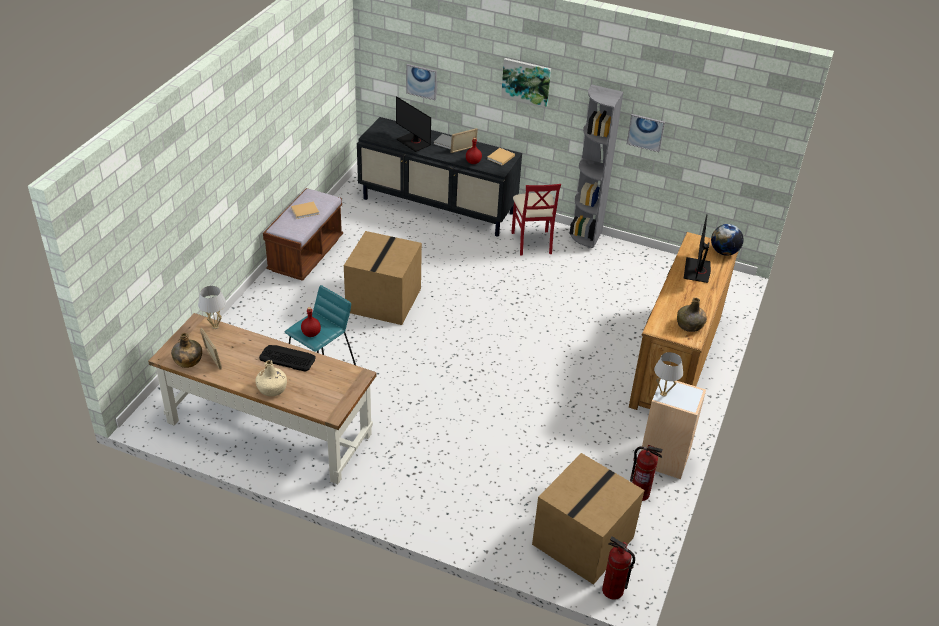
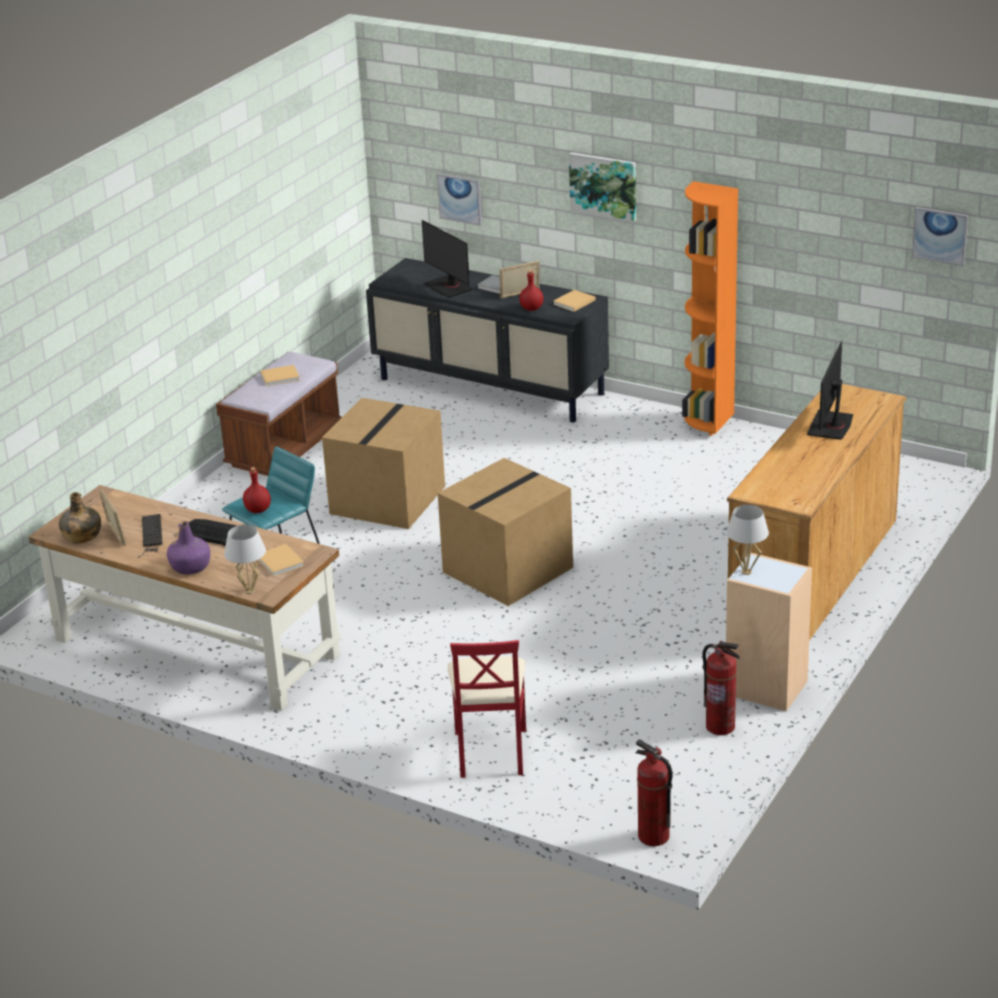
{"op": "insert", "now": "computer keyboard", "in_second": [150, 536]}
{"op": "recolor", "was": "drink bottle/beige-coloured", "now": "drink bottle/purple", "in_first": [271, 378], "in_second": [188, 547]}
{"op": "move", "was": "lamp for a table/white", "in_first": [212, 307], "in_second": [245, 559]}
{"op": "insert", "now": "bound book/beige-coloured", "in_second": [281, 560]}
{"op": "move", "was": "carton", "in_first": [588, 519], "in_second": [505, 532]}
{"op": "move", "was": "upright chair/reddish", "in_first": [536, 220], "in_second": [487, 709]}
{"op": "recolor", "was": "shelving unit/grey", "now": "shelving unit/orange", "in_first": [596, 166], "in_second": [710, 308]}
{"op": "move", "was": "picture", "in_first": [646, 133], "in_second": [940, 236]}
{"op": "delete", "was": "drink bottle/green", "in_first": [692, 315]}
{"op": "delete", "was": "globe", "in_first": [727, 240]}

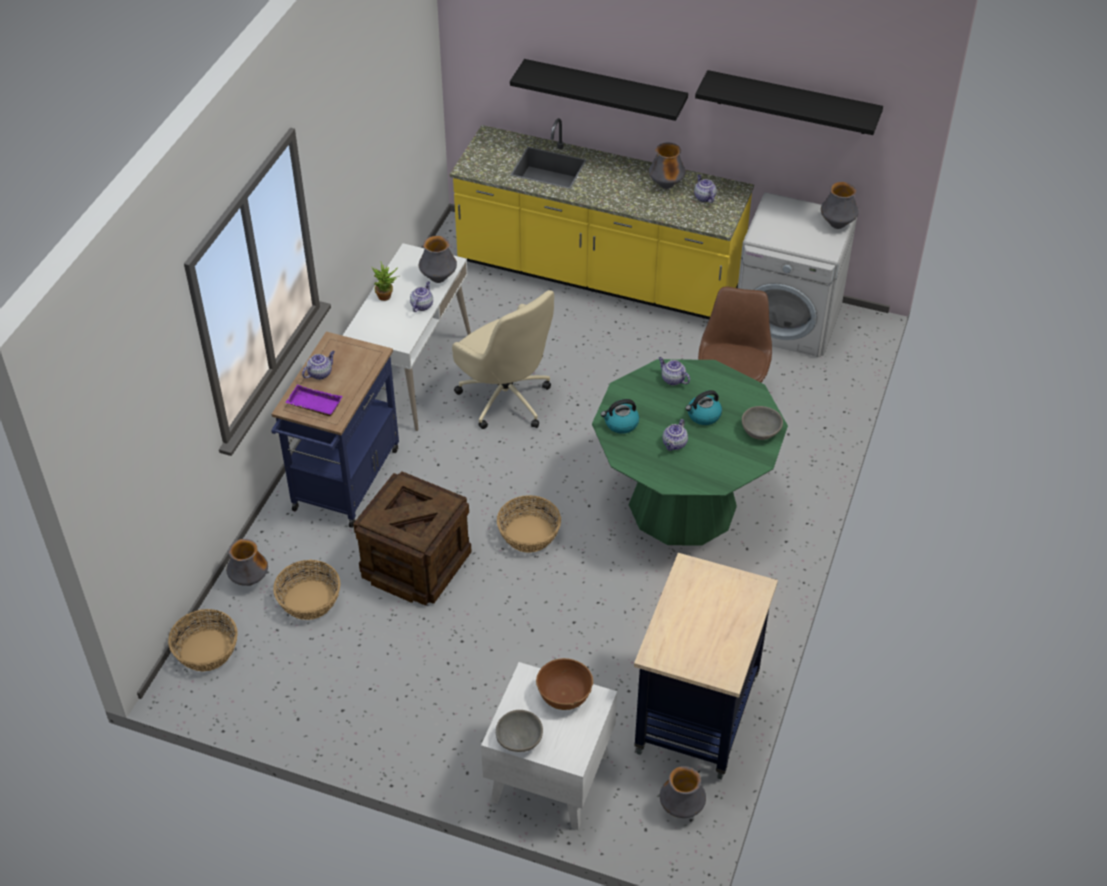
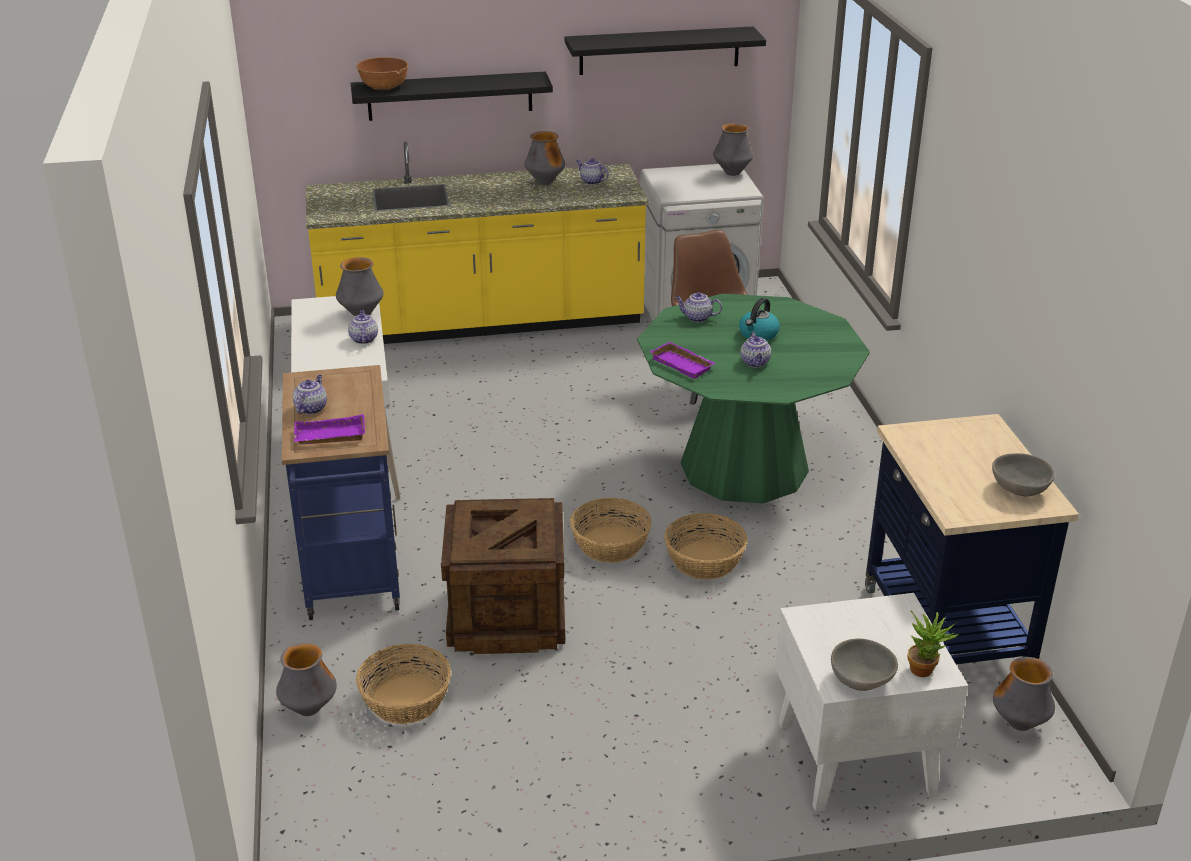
{"op": "move", "was": "bowl/brown", "in_first": [564, 684], "in_second": [382, 73]}
{"op": "replace", "was": "tea kettle", "now": "carrying tray/purple", "in_first": [620, 416], "in_second": [682, 360]}
{"op": "move", "was": "household basket", "in_first": [203, 640], "in_second": [705, 546]}
{"op": "move", "was": "plant in a pot", "in_first": [385, 281], "in_second": [933, 643]}
{"op": "move", "was": "bowl/grey", "in_first": [762, 423], "in_second": [1023, 475]}
{"op": "delete", "was": "desk chair/beige-coloured", "in_first": [503, 359]}

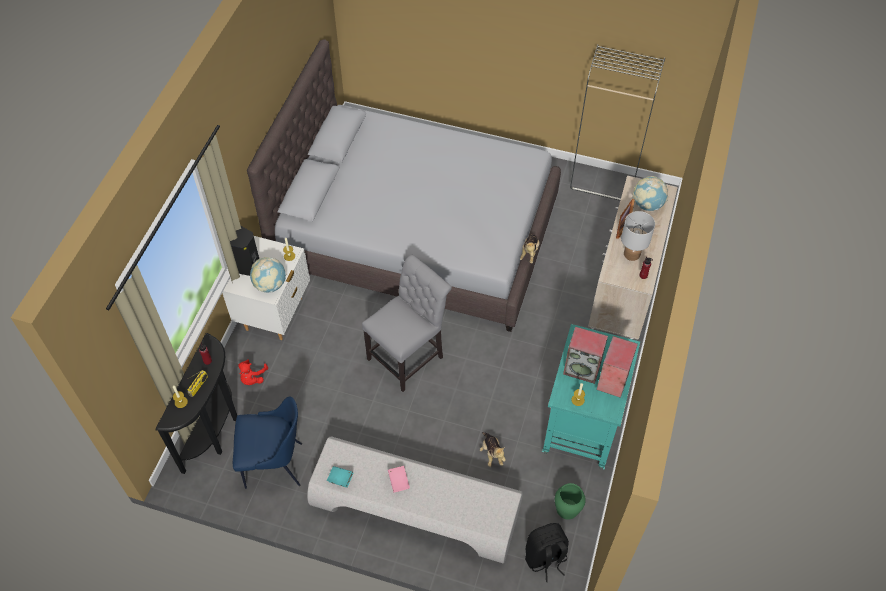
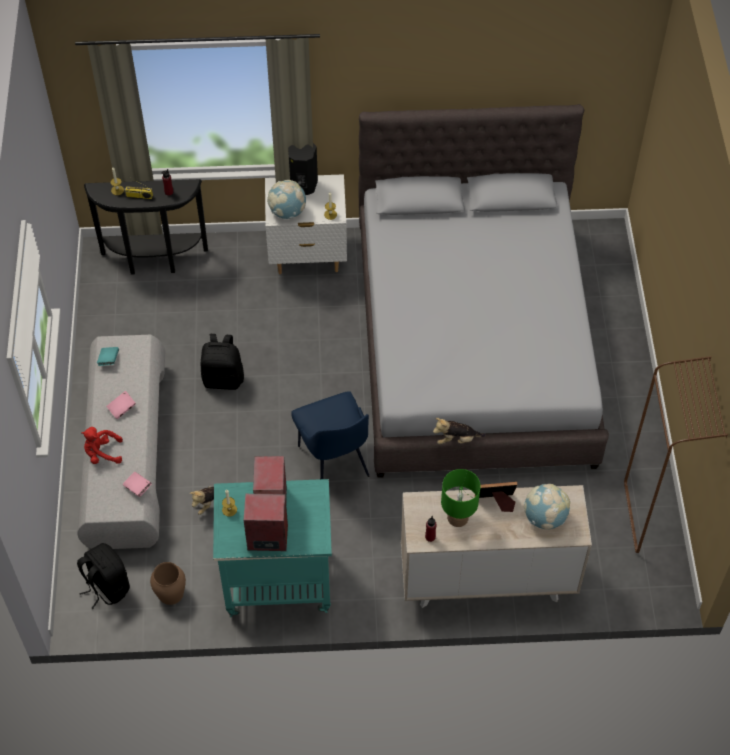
{"op": "move", "was": "soft toy/reddish", "in_first": [253, 372], "in_second": [102, 445]}
{"op": "insert", "now": "bound book/pink", "in_second": [137, 484]}
{"op": "recolor", "was": "decorative vase/green", "now": "decorative vase/brown", "in_first": [570, 501], "in_second": [168, 583]}
{"op": "insert", "now": "knapsack/black", "in_second": [222, 362]}
{"op": "move", "was": "upright chair/bluish", "in_first": [267, 443], "in_second": [330, 435]}
{"op": "recolor", "was": "lamp for a table/grey", "now": "lamp for a table/green", "in_first": [638, 236], "in_second": [461, 498]}
{"op": "recolor", "was": "garment rack/grey", "now": "garment rack/brown", "in_first": [617, 122], "in_second": [676, 454]}
{"op": "delete", "was": "upright chair/grey", "in_first": [407, 323]}

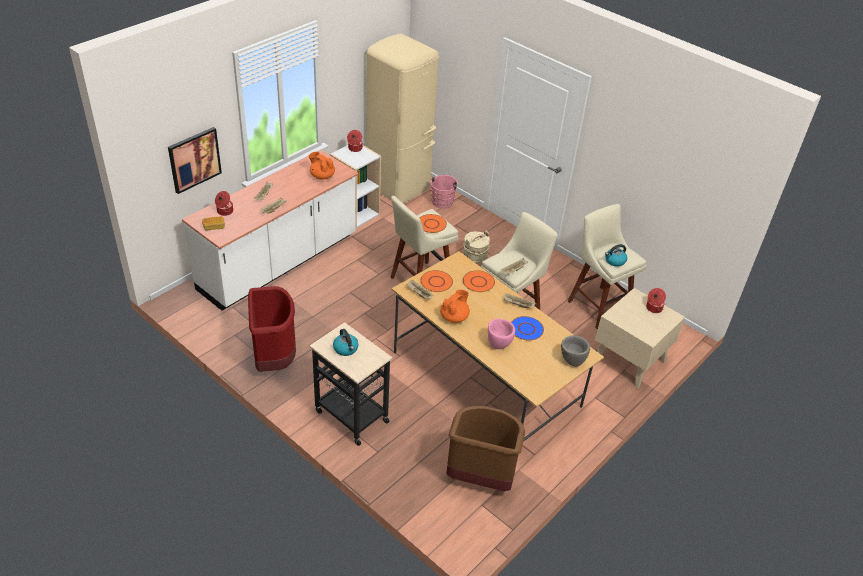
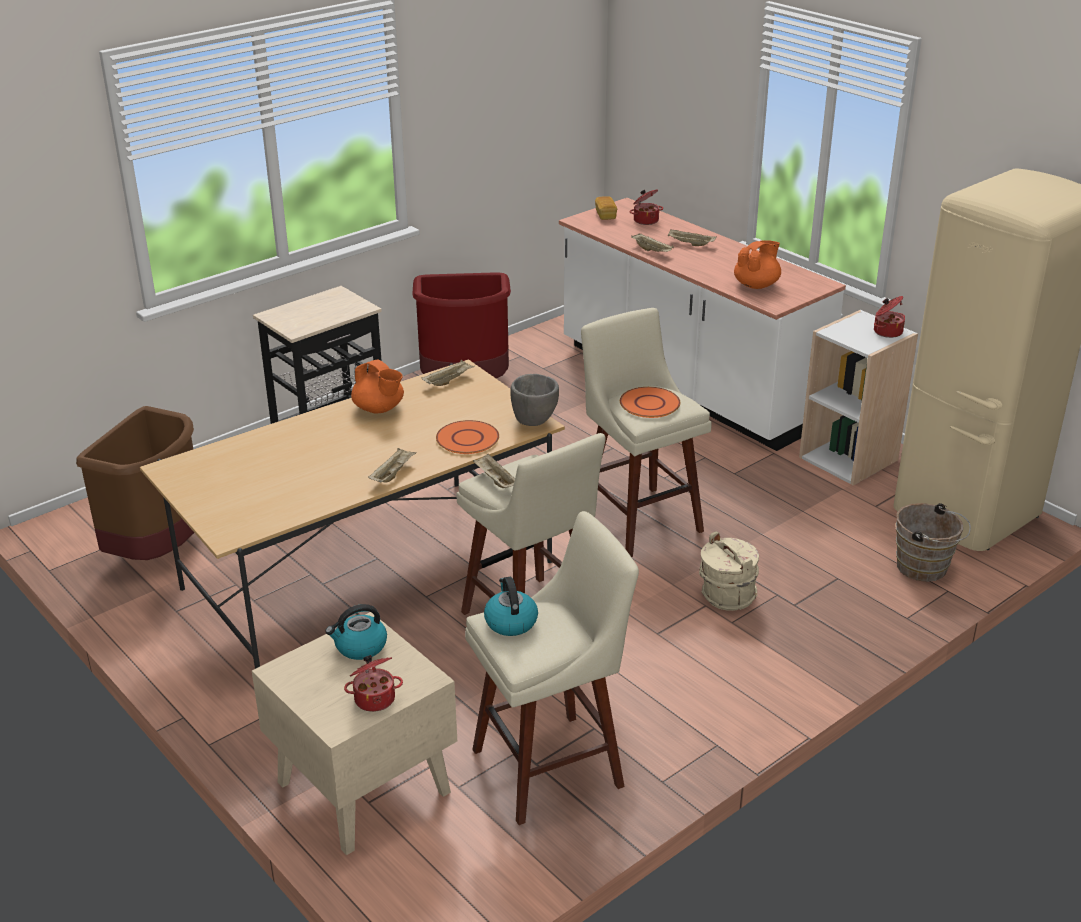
{"op": "move", "was": "tea kettle", "in_first": [346, 342], "in_second": [356, 632]}
{"op": "move", "was": "bowl/grey", "in_first": [575, 351], "in_second": [534, 400]}
{"op": "recolor", "was": "pail/pink", "now": "pail/brown", "in_first": [445, 191], "in_second": [933, 542]}
{"op": "delete", "was": "picture", "in_first": [195, 160]}
{"op": "delete", "was": "dinner plate/orange", "in_first": [436, 281]}
{"op": "delete", "was": "bowl/pink", "in_first": [501, 334]}
{"op": "delete", "was": "dinner plate/bluish", "in_first": [527, 328]}

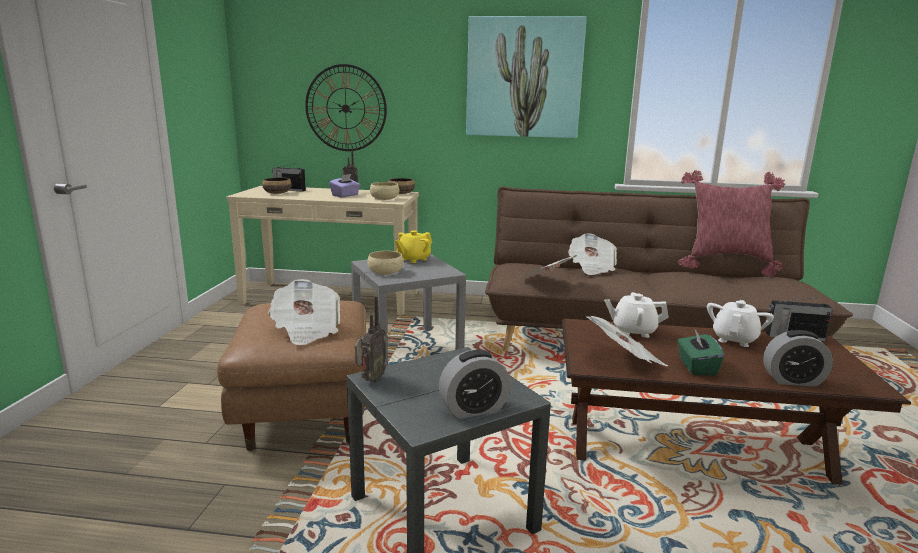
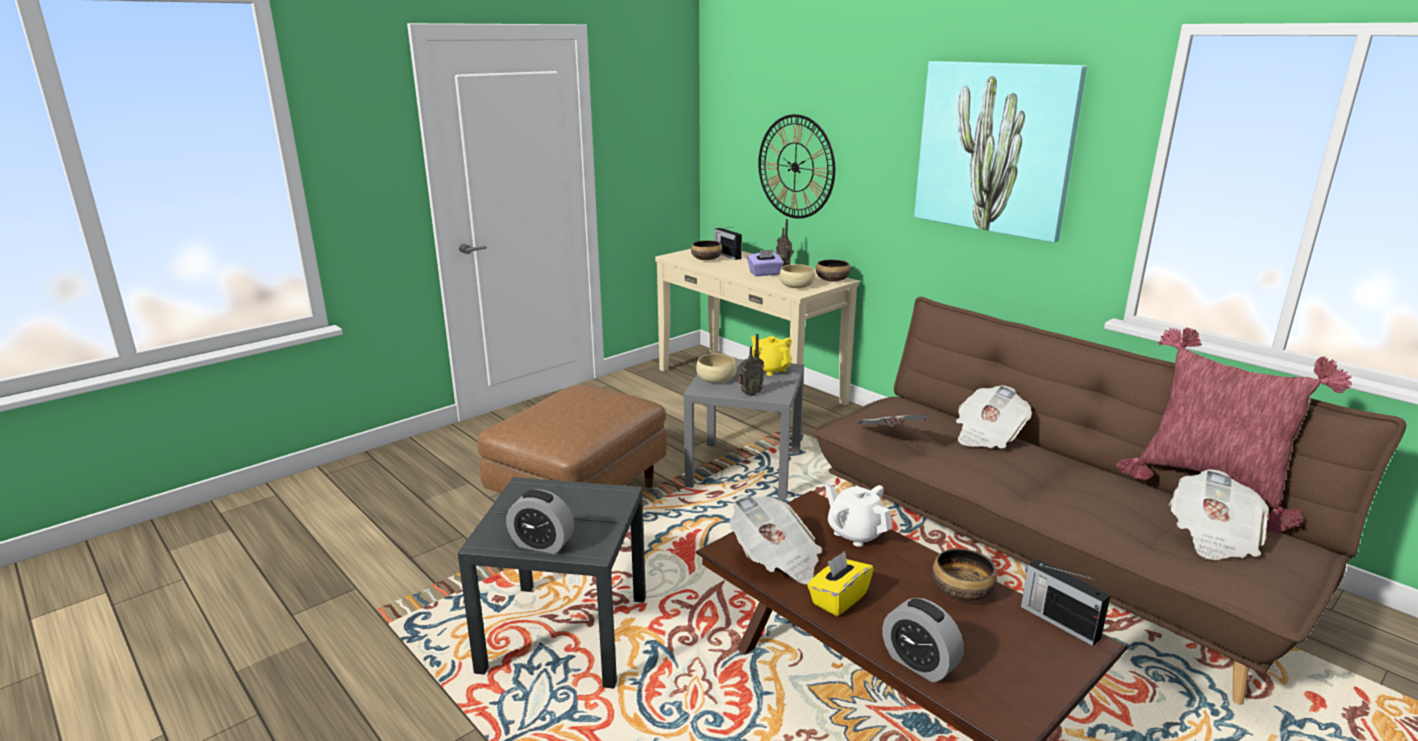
{"op": "move", "was": "radio set", "in_first": [370, 339], "in_second": [751, 365]}
{"op": "rotate", "was": "pot for tea/yellow-coloured", "in_first": [413, 246], "in_second": [771, 356], "clockwise": 60}
{"op": "recolor", "was": "tissue box/green", "now": "tissue box/yellow-coloured", "in_first": [701, 353], "in_second": [840, 583]}
{"op": "replace", "was": "pot for tea/white", "now": "bowl", "in_first": [740, 323], "in_second": [965, 574]}
{"op": "move", "was": "newspaper", "in_first": [304, 312], "in_second": [1219, 514]}

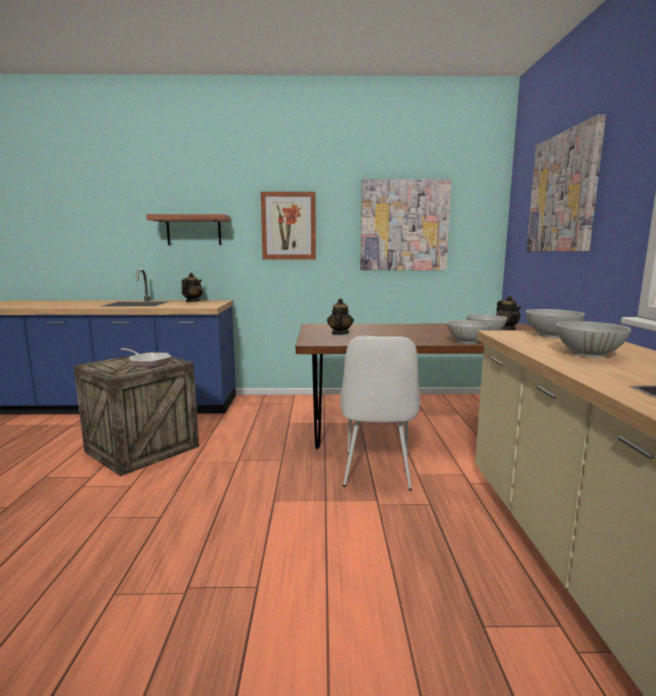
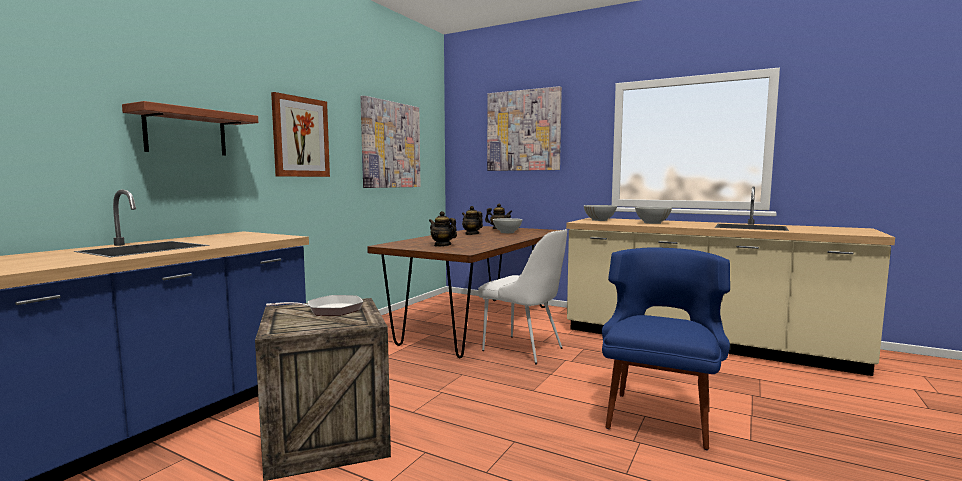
{"op": "move", "was": "pot for tea", "in_first": [192, 287], "in_second": [472, 220]}
{"op": "insert", "now": "upright chair/bluish", "in_second": [666, 348]}
{"op": "delete", "was": "bowl/white", "in_first": [469, 332]}

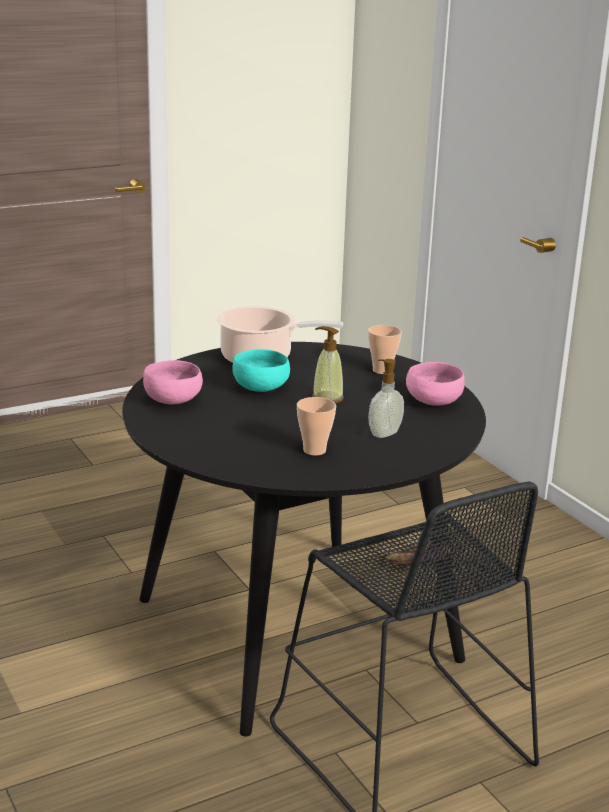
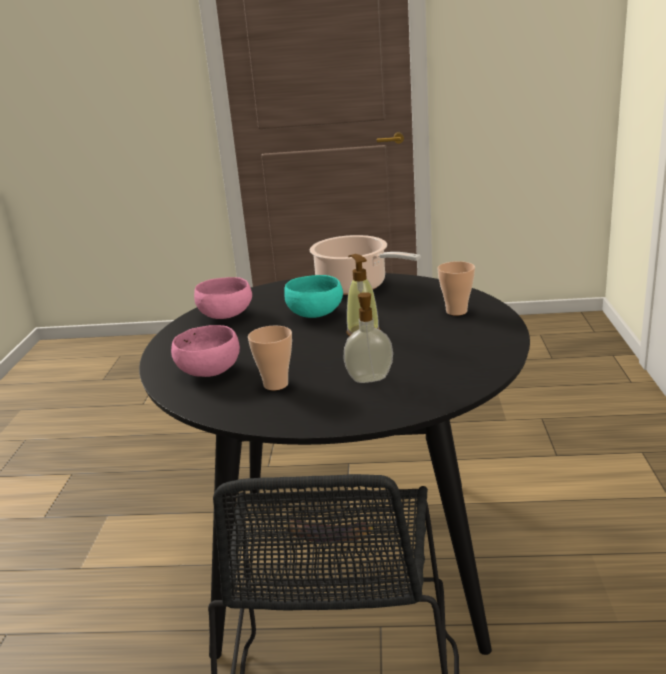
{"op": "move", "was": "bowl/pink", "in_first": [435, 384], "in_second": [205, 351]}

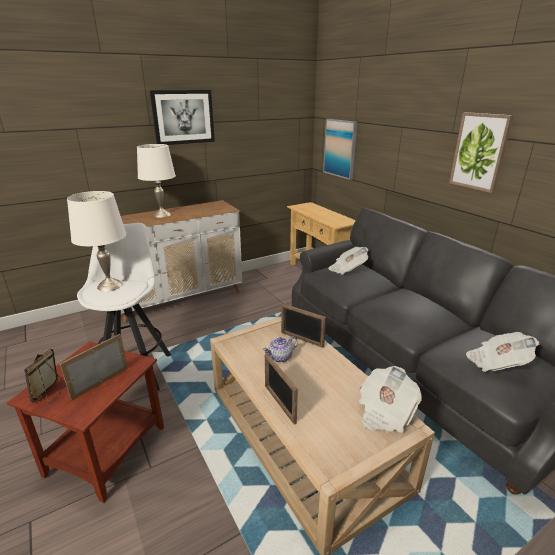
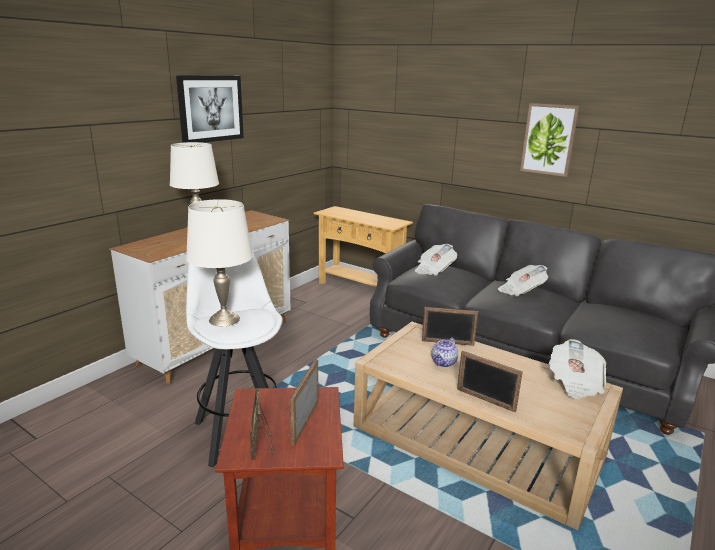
{"op": "move", "was": "newspaper", "in_first": [502, 352], "in_second": [523, 280]}
{"op": "delete", "was": "picture", "in_first": [340, 149]}

